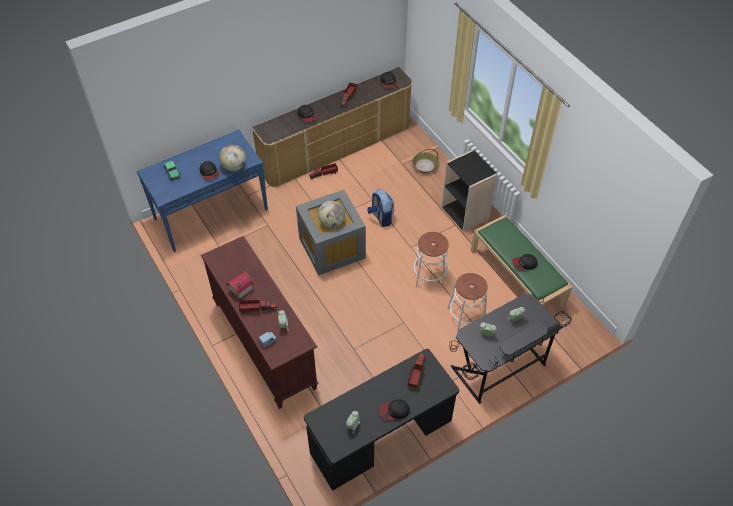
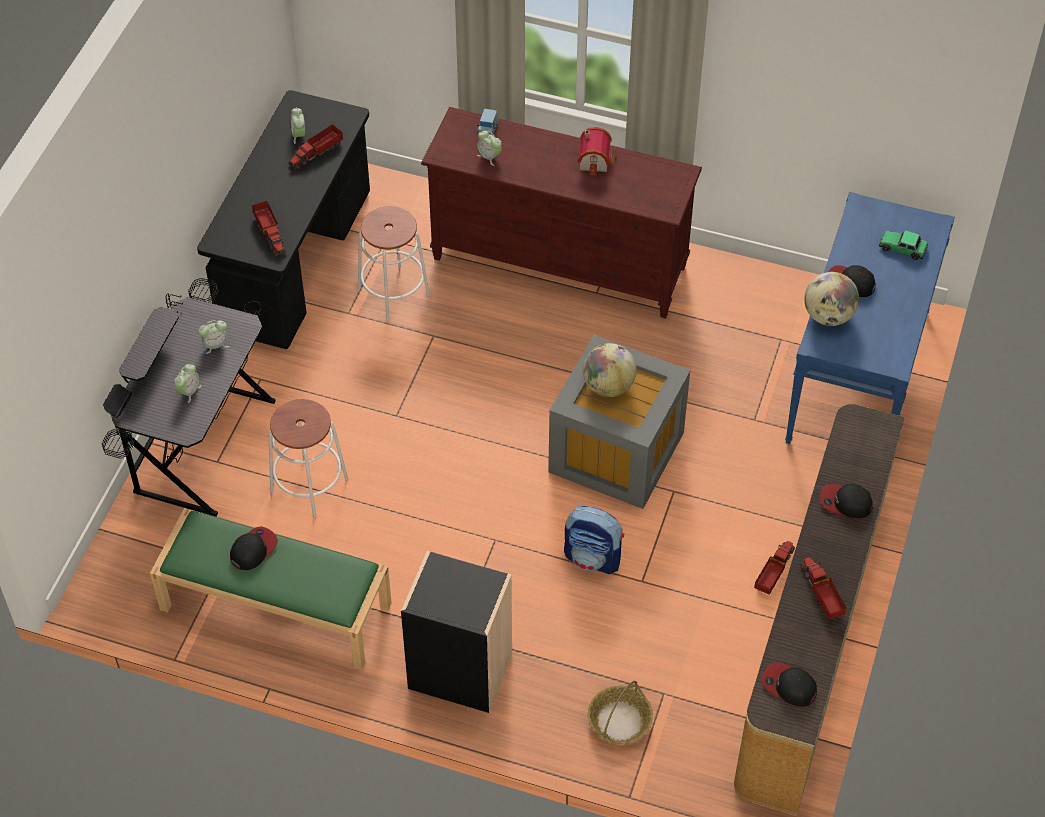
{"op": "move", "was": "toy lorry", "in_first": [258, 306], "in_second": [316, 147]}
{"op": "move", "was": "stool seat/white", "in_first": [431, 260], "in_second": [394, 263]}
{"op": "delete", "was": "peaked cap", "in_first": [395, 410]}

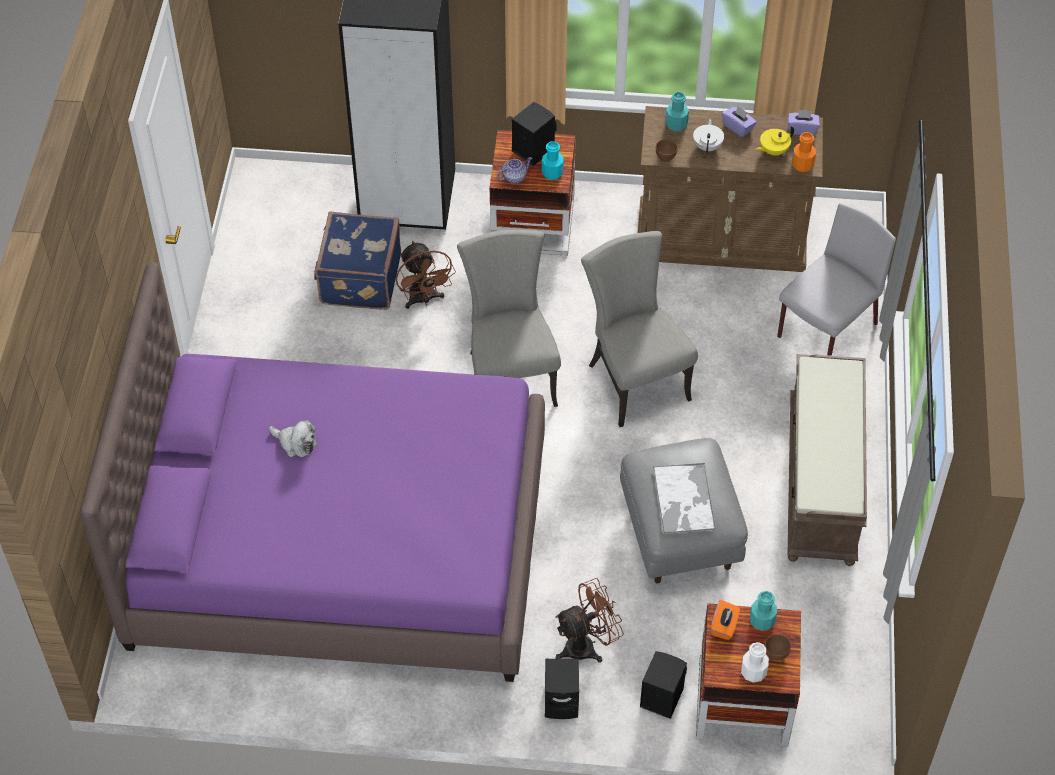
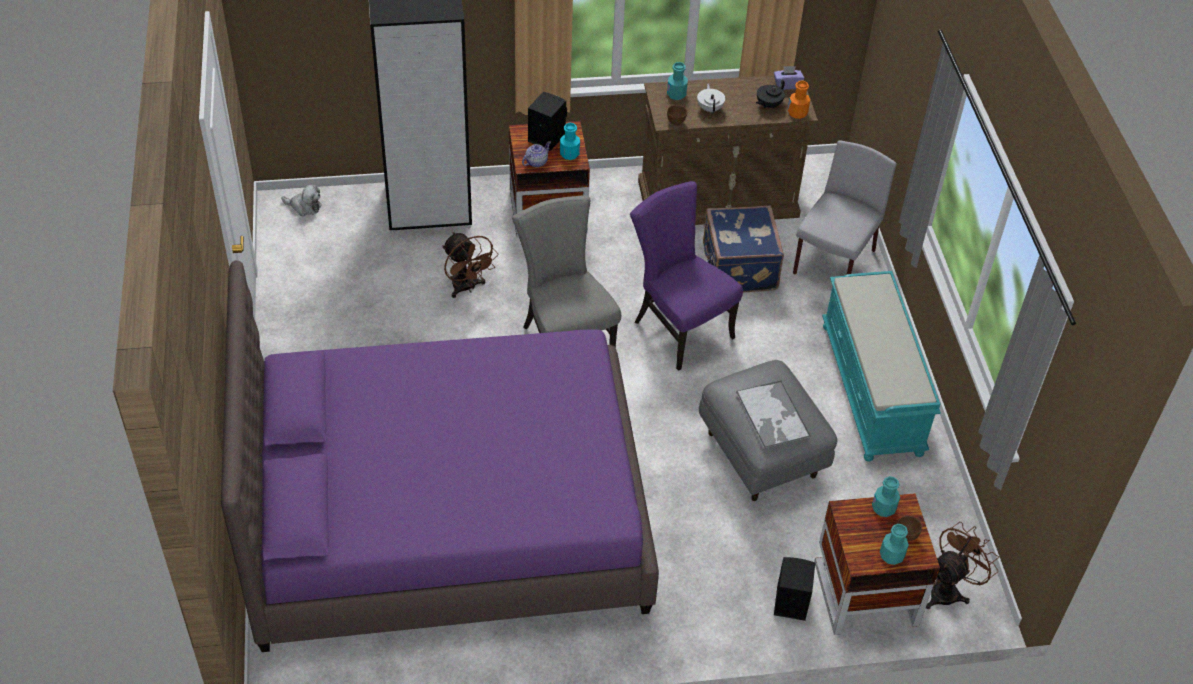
{"op": "move", "was": "soft toy", "in_first": [293, 438], "in_second": [301, 200]}
{"op": "recolor", "was": "upright chair/grey", "now": "upright chair/purple", "in_first": [639, 329], "in_second": [686, 276]}
{"op": "move", "was": "piece of luggage/bluish", "in_first": [357, 260], "in_second": [743, 249]}
{"op": "recolor", "was": "pot for tea/yellow-coloured", "now": "pot for tea/black", "in_first": [775, 141], "in_second": [770, 93]}
{"op": "recolor", "was": "indoor bench/brown", "now": "indoor bench/turquoise-coloured", "in_first": [827, 460], "in_second": [881, 366]}
{"op": "recolor", "was": "drink bottle/white", "now": "drink bottle/turquoise-coloured", "in_first": [755, 662], "in_second": [894, 544]}
{"op": "move", "was": "fan/brown", "in_first": [589, 620], "in_second": [962, 565]}
{"op": "delete", "was": "audio speaker/black", "in_first": [562, 689]}
{"op": "delete", "was": "tissue box/orange", "in_first": [725, 620]}
{"op": "delete", "was": "tissue box/purple", "in_first": [739, 121]}

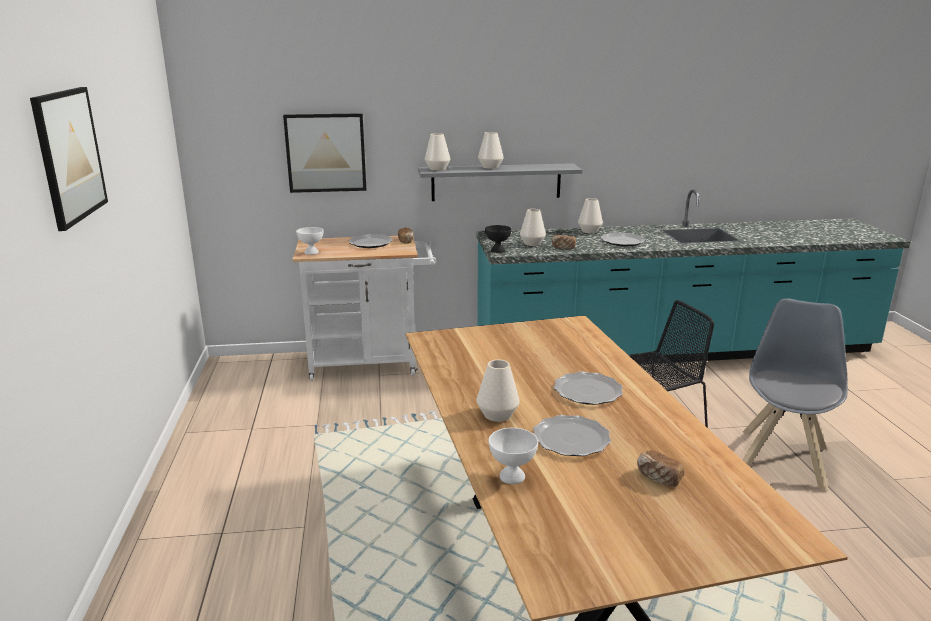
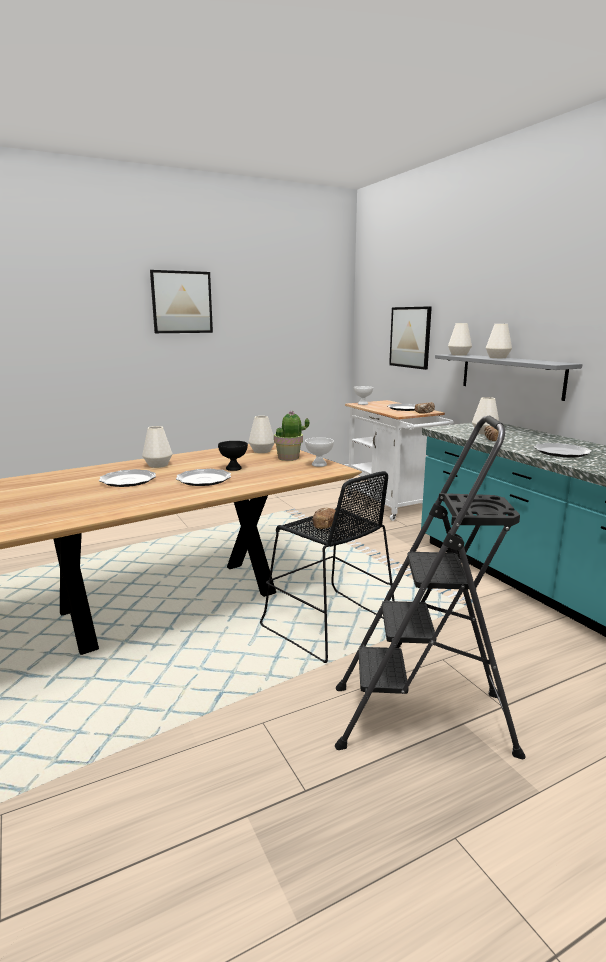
{"op": "move", "was": "bowl/black", "in_first": [498, 239], "in_second": [233, 456]}
{"op": "move", "was": "decorative vase/white", "in_first": [590, 215], "in_second": [261, 434]}
{"op": "insert", "now": "plant in a pot", "in_second": [291, 436]}
{"op": "move", "was": "bowl/white", "in_first": [513, 456], "in_second": [319, 452]}
{"op": "move", "was": "baked bread", "in_first": [661, 468], "in_second": [325, 518]}
{"op": "replace", "was": "upright chair/grey", "now": "step stool", "in_first": [795, 395], "in_second": [430, 587]}

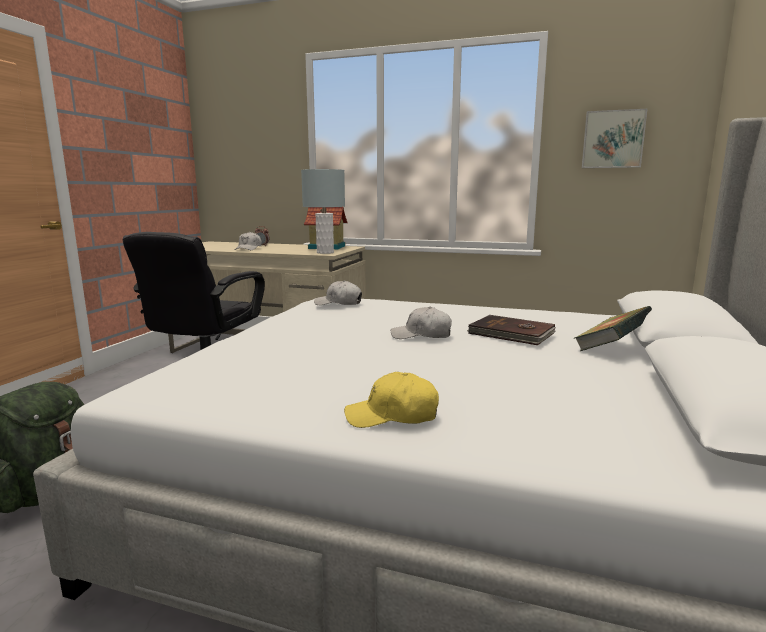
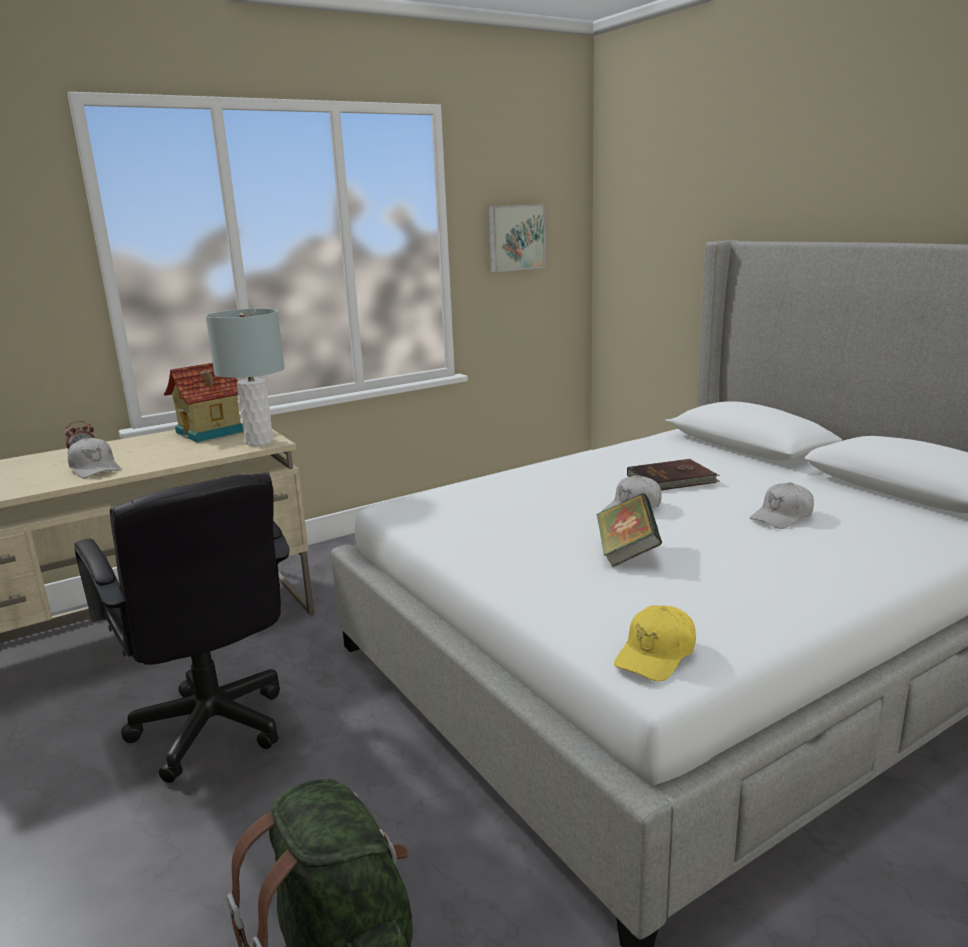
{"op": "move", "was": "bound book", "in_first": [613, 328], "in_second": [629, 530]}
{"op": "move", "was": "peaked cap/yellow-coloured", "in_first": [391, 400], "in_second": [655, 643]}
{"op": "move", "was": "peaked cap/white", "in_first": [338, 292], "in_second": [782, 506]}

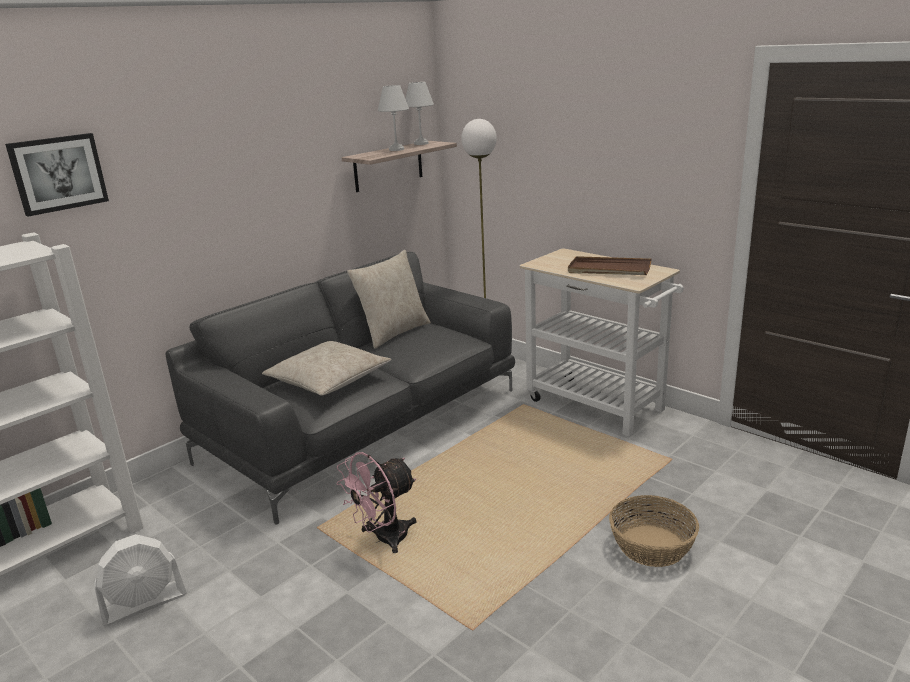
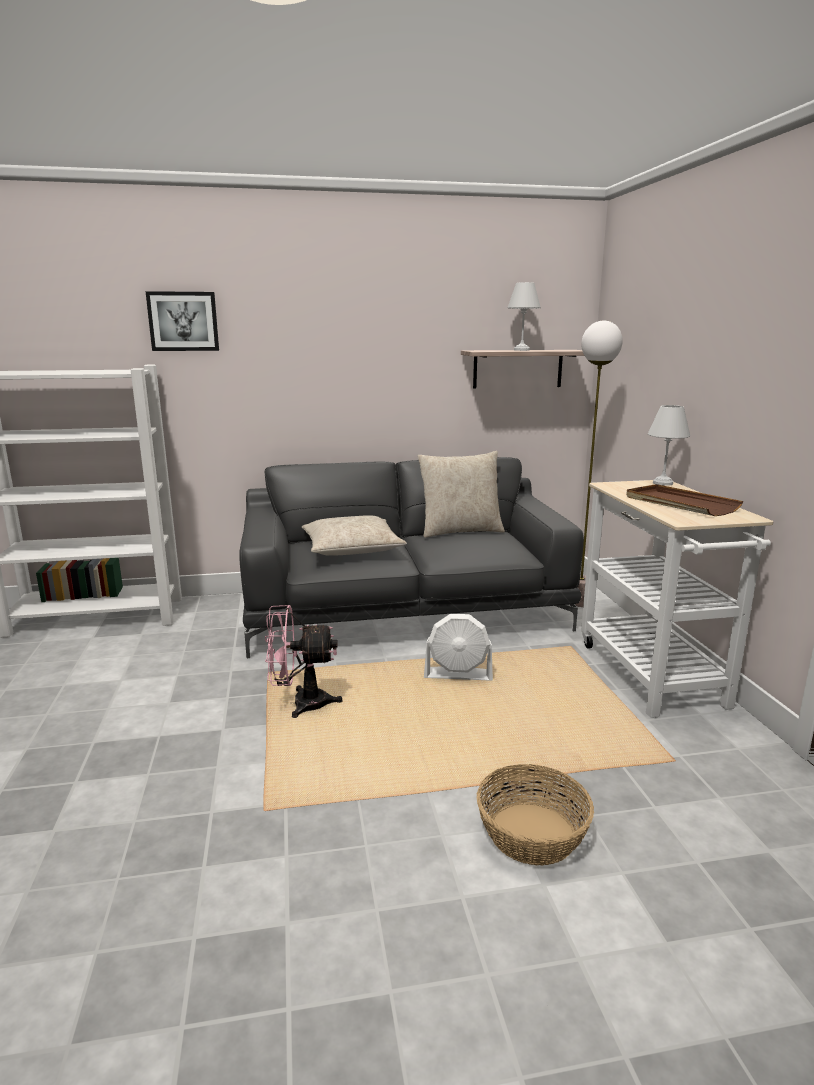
{"op": "move", "was": "fan/white", "in_first": [141, 580], "in_second": [458, 647]}
{"op": "move", "was": "lamp for a table/white", "in_first": [419, 113], "in_second": [669, 445]}

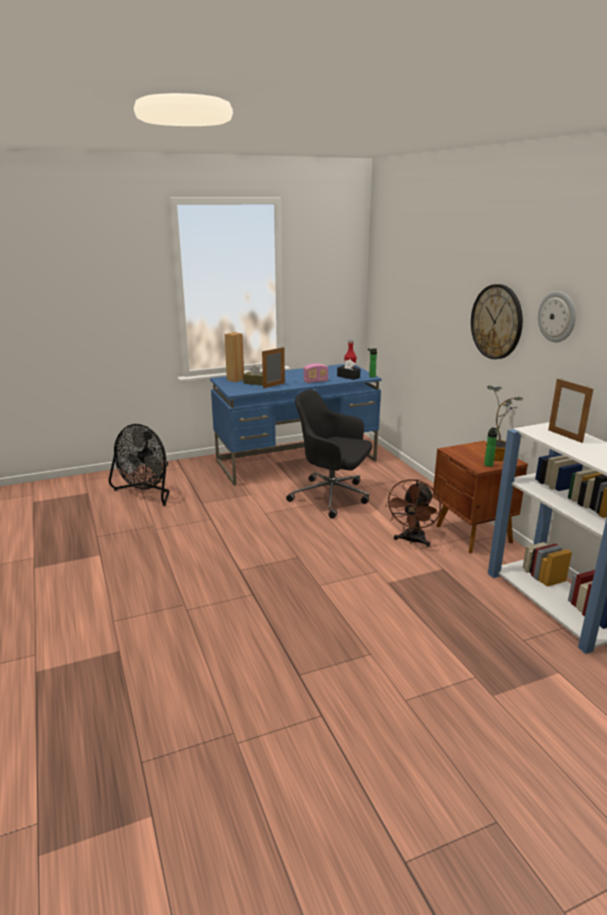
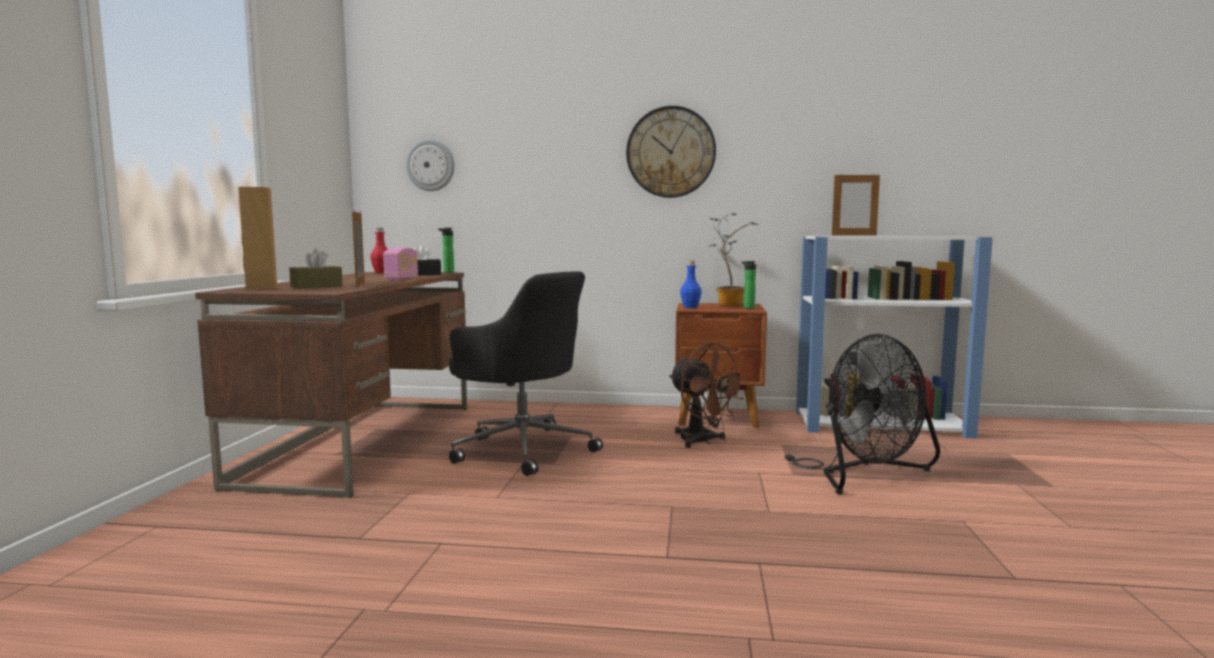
{"op": "recolor", "was": "desk unit/bluish", "now": "desk unit/brown", "in_first": [296, 425], "in_second": [331, 385]}
{"op": "move", "was": "clock on the wall", "in_first": [557, 316], "in_second": [430, 165]}
{"op": "rotate", "was": "desk chair/black", "in_first": [329, 454], "in_second": [526, 373], "clockwise": -105}
{"op": "insert", "now": "drink bottle/bluish", "in_second": [690, 284]}
{"op": "move", "was": "fan/black", "in_first": [139, 465], "in_second": [862, 414]}

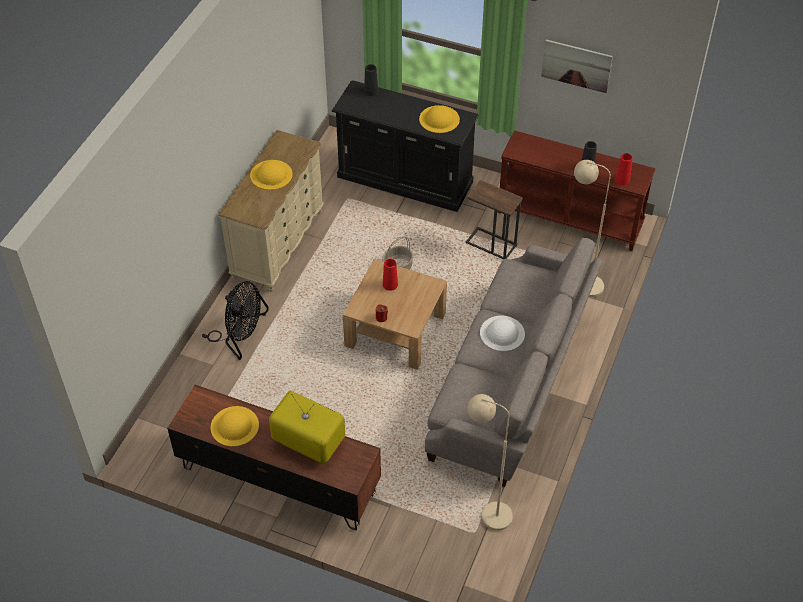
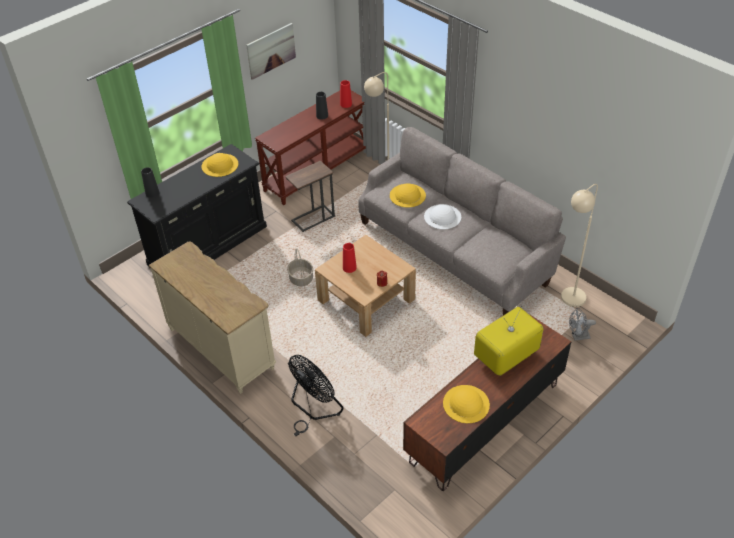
{"op": "move", "was": "clothing hat/yellow-coloured", "in_first": [271, 175], "in_second": [408, 195]}
{"op": "insert", "now": "fan/grey", "in_second": [582, 324]}

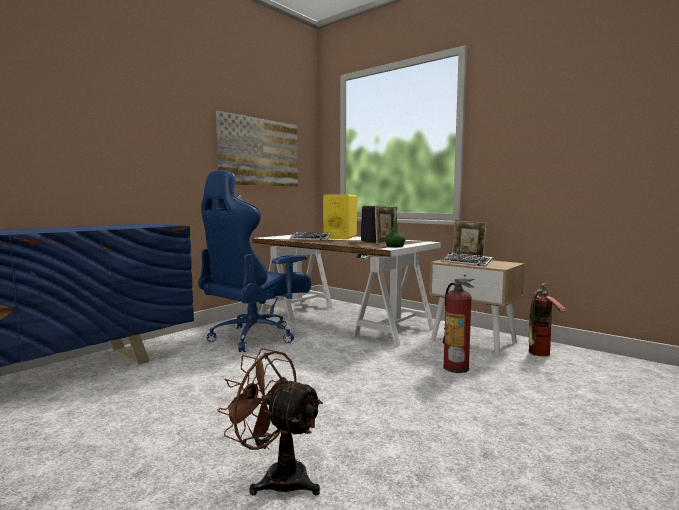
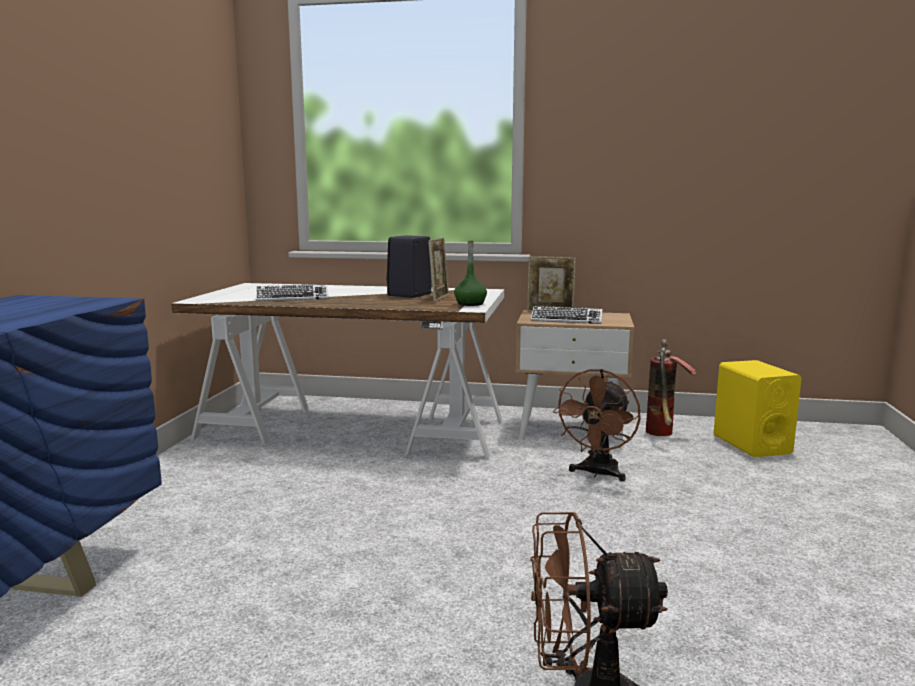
{"op": "replace", "was": "fire extinguisher", "now": "fan/brown", "in_first": [459, 326], "in_second": [597, 425]}
{"op": "move", "was": "audio speaker/yellow-coloured", "in_first": [340, 216], "in_second": [757, 408]}
{"op": "delete", "was": "desk chair/bluish", "in_first": [254, 261]}
{"op": "delete", "was": "picture", "in_first": [257, 149]}

